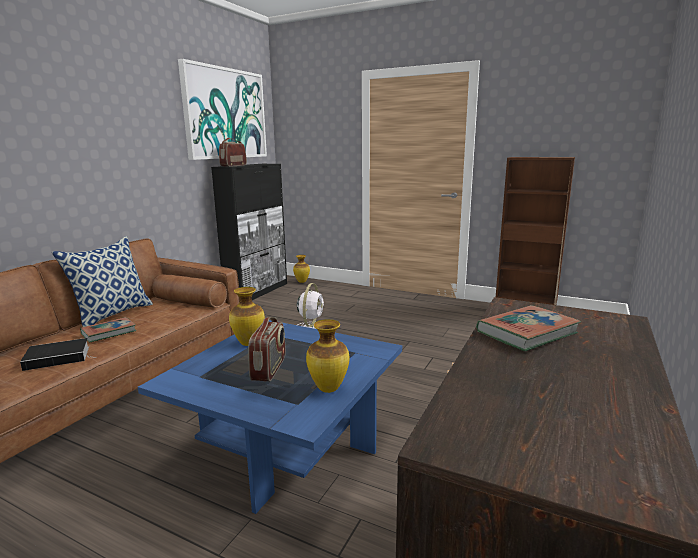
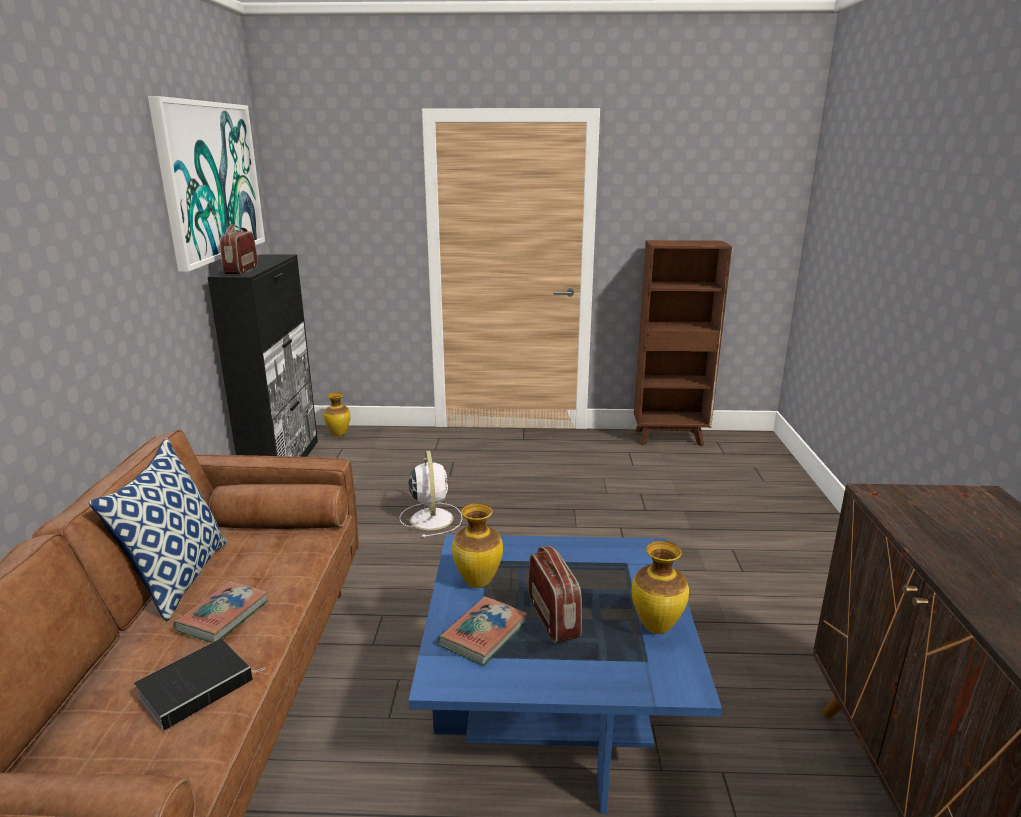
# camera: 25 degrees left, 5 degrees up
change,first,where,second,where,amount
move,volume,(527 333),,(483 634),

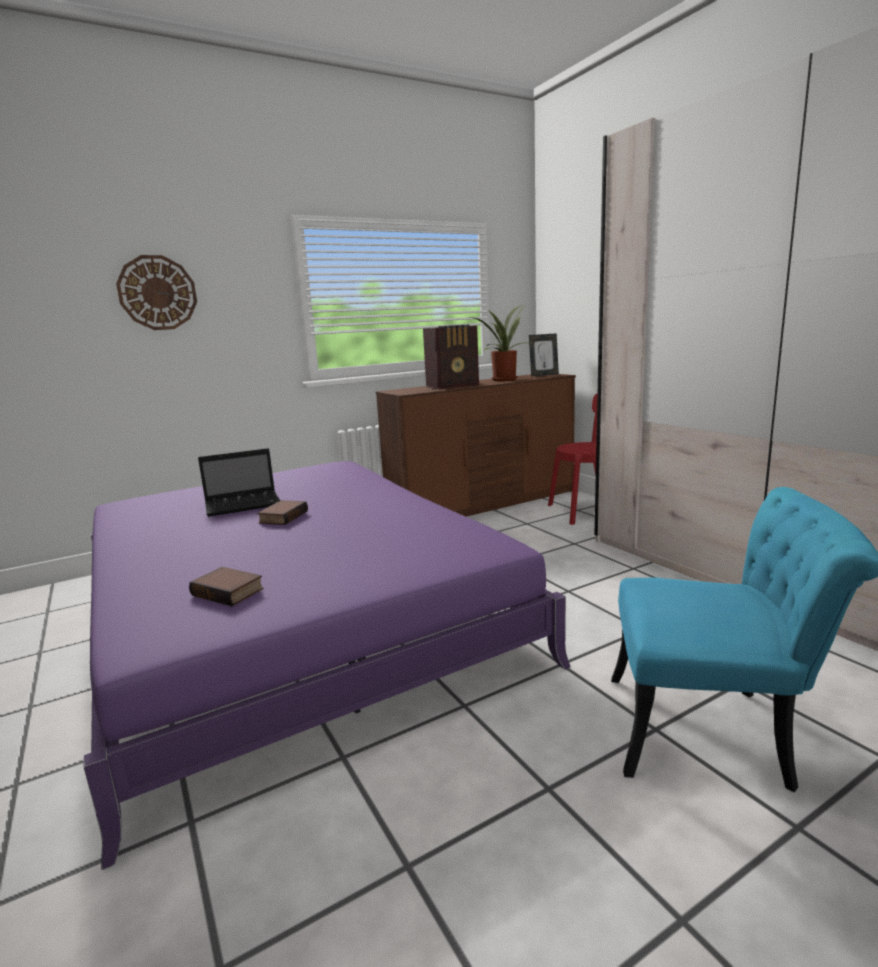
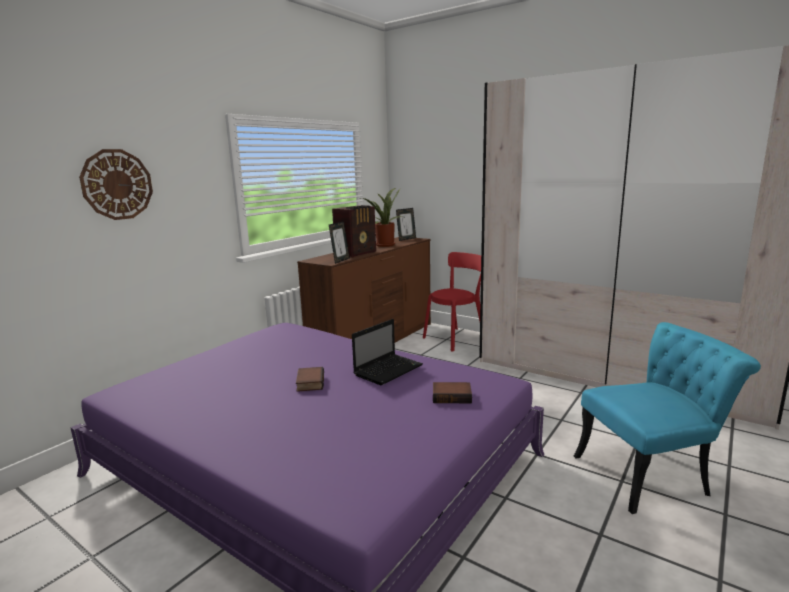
# camera: 25 degrees left, 0 degrees up
change,first,where,second,where,amount
insert,,,photo frame,(340 260),
move,volume,(230 591),,(452 396),
move,portable computer,(245 505),,(389 370),

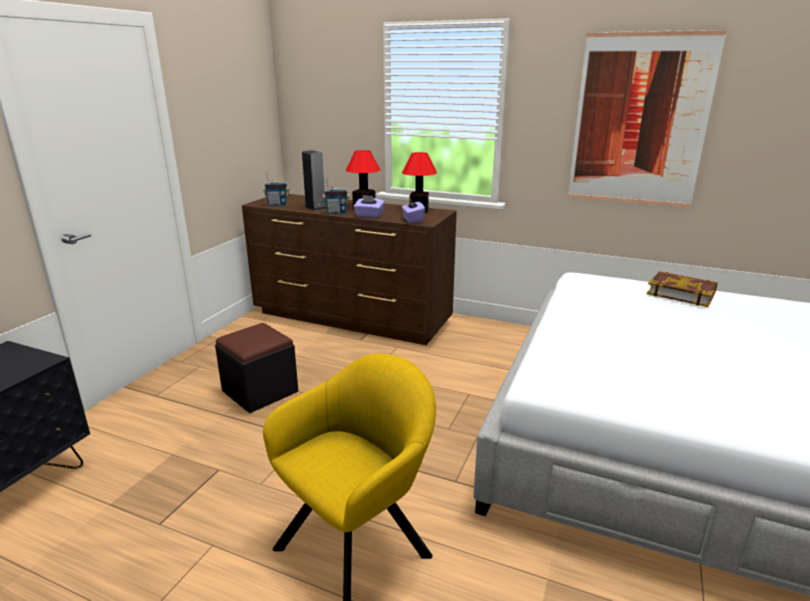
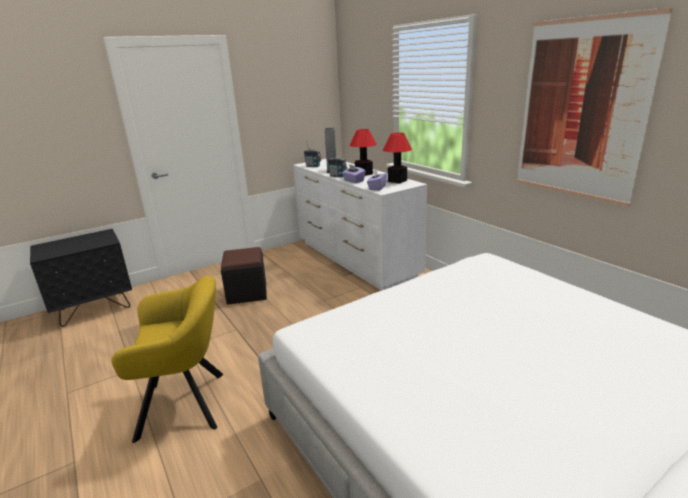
# camera: 35 degrees right, 0 degrees up
change,first,where,second,where,amount
delete,volume,(681 293),,,
recolor,dresser/brownish,(352 318),dresser/white,(355 259),

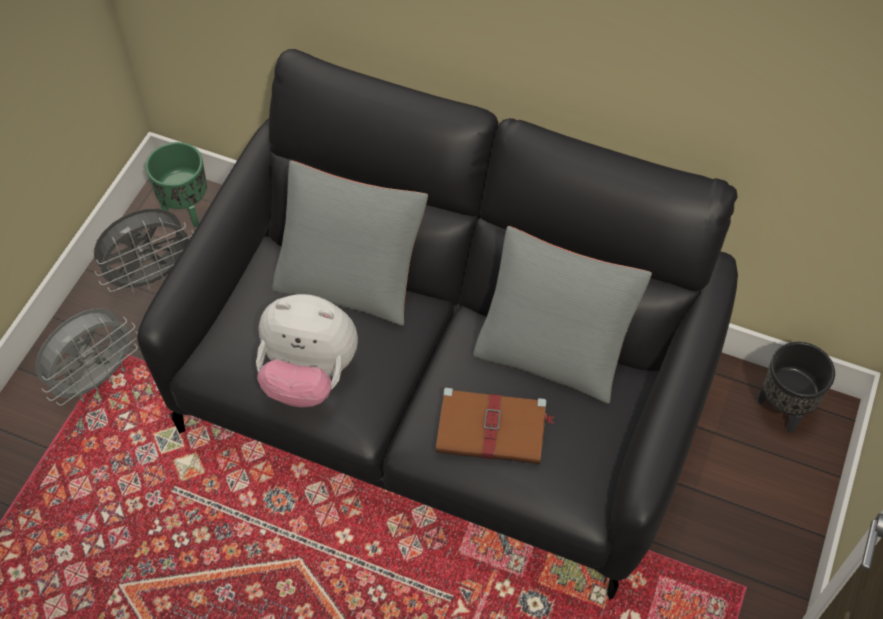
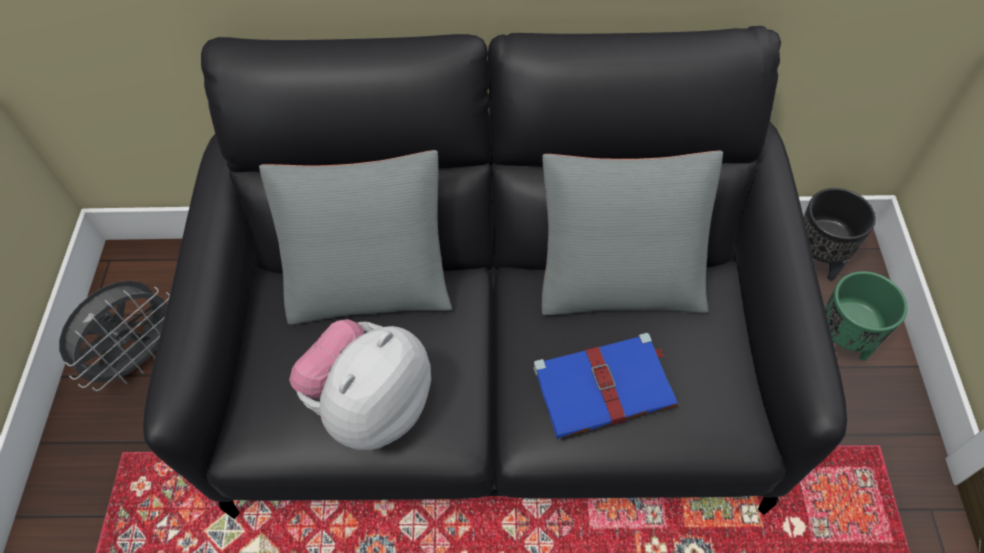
# camera: 20 degrees left, 0 degrees up
change,first,where,second,where,amount
delete,cooling fan/greyish,(96 379),,,
move,planter/green-coloured,(187 209),,(839 343),
recolor,volume/brownish,(493 429),volume/bluish,(605 387),
rotate,plush toy,(309 375),,(371 405),135 degrees clockwise

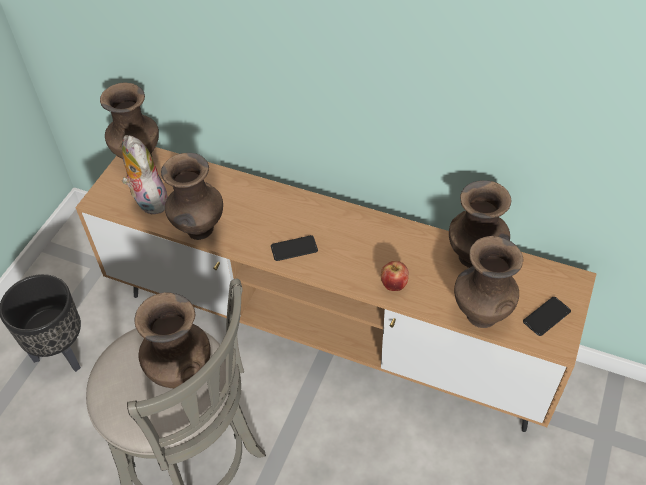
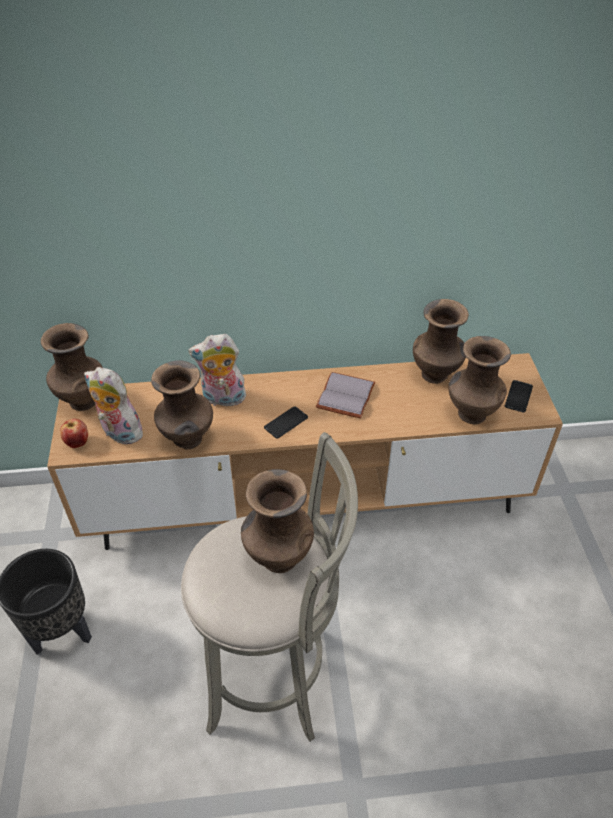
# camera: 30 degrees left, 5 degrees down
change,first,where,second,where,amount
insert,,,plush toy,(223 399),
insert,,,volume/greyish,(344 395),
move,apple,(394 285),,(77 442),

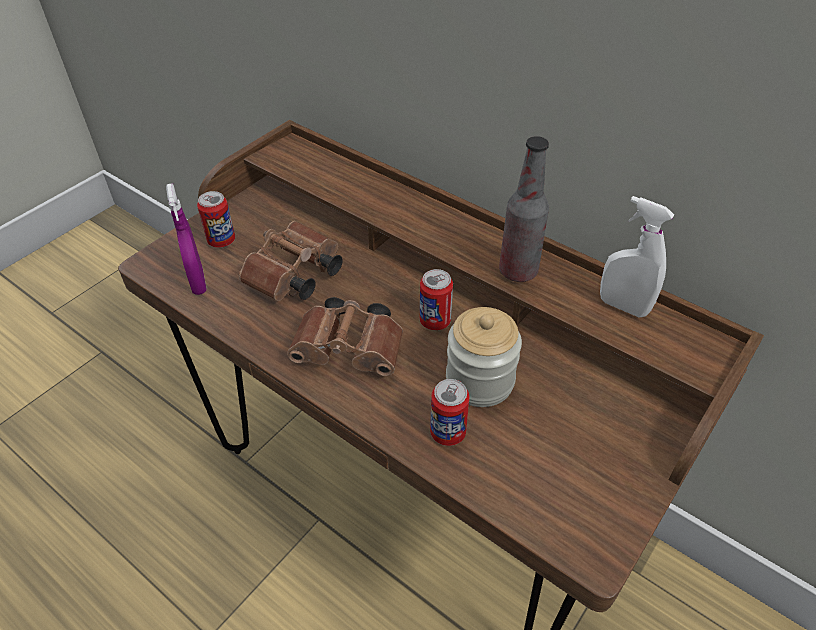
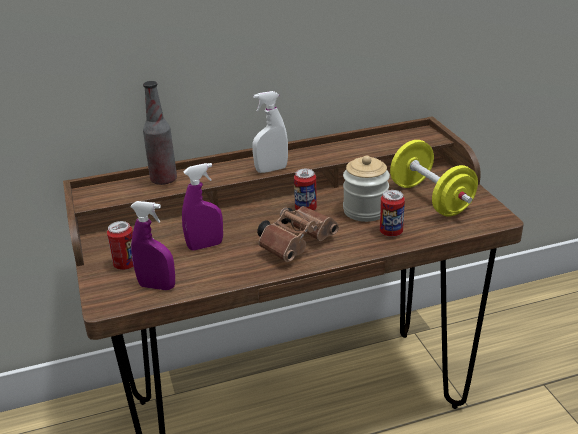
# camera: 55 degrees left, 15 degrees down
change,first,where,second,where,amount
insert,,,free weight/yellowish,(431 199),
move,beverage bottle,(518 271),,(164 180),
move,sprayer/white,(623 306),,(271 169),
replace,binoculars/brownish,(294 277),sprayer/purple-coloured,(205 246),

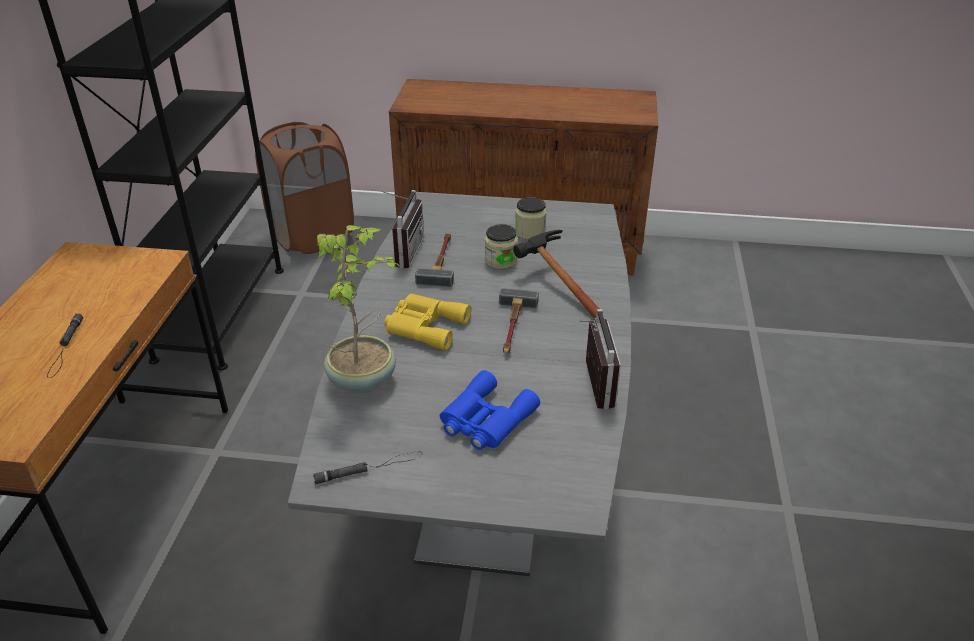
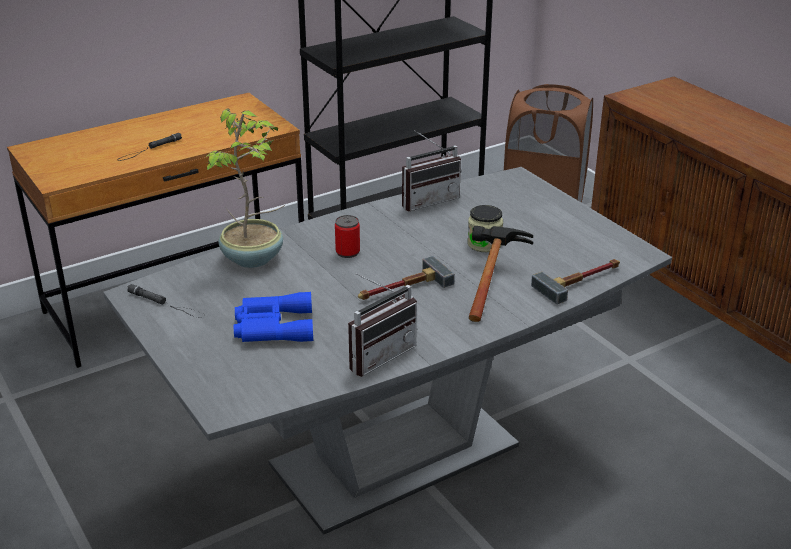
# camera: 50 degrees right, 5 degrees down
change,first,where,second,where,amount
delete,preserve jar,(530 232),,,
move,hand hammer,(441 261),,(581 281),
replace,binoculars/yellowish,(424 326),can,(347 252),

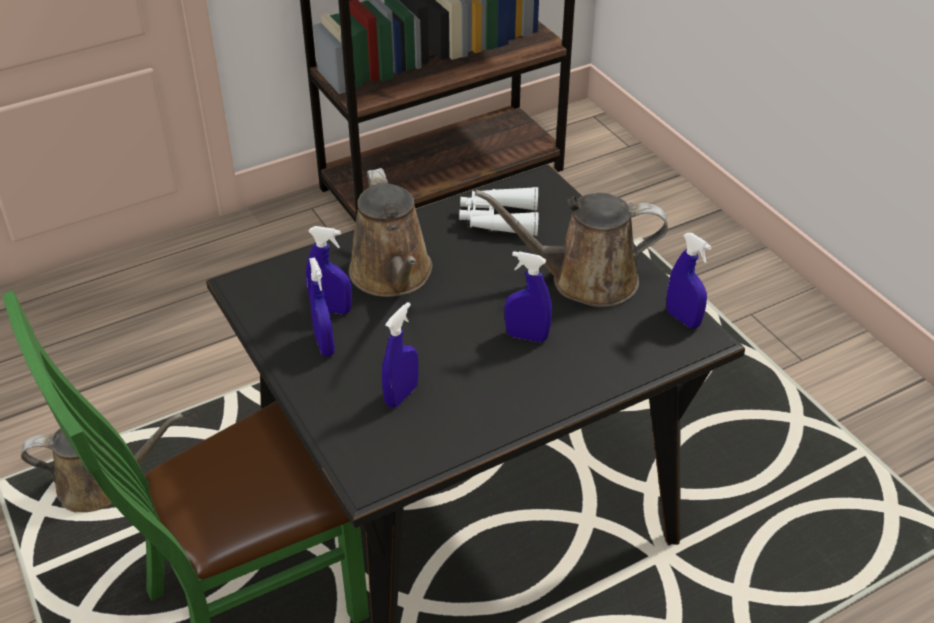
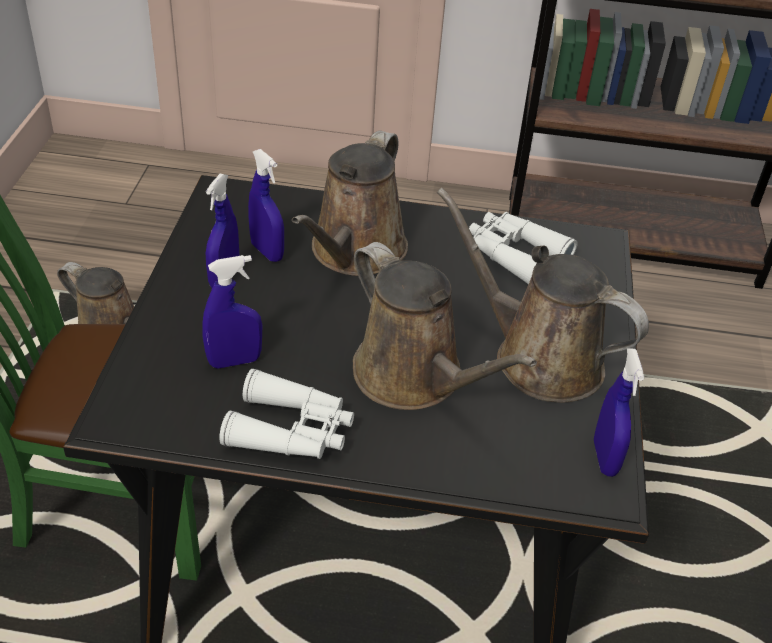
# camera: 35 degrees right, 0 degrees up
change,first,where,second,where,amount
insert,,,binoculars/white,(292 431),
replace,sprayer/bluish,(526 336),watering can/brownish,(414 377),

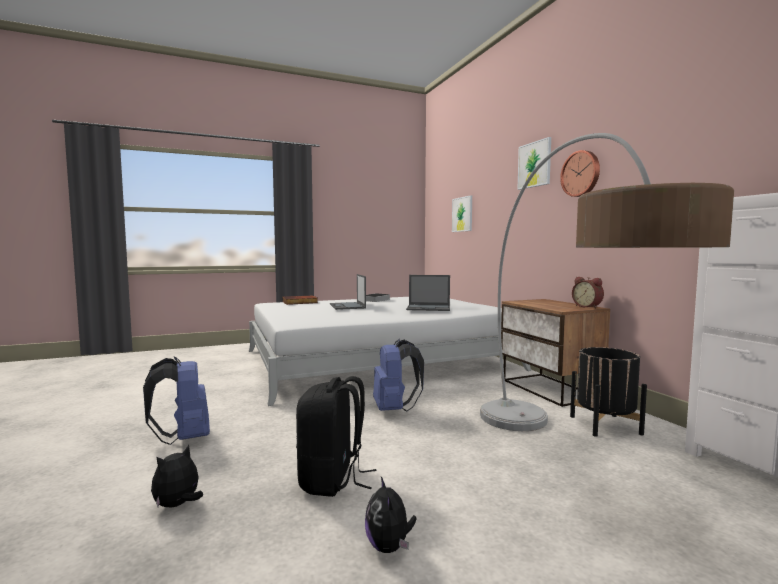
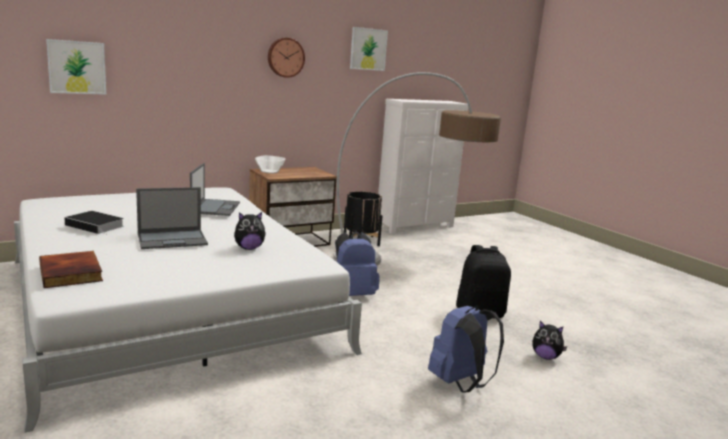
# camera: 100 degrees left, 10 degrees up
change,first,where,second,where,amount
delete,bedside clock,(588 306),,,
insert,,,bowl,(270 172),
move,plush toy,(389 547),,(249 248),
move,wall picture,(534 164),,(368 49),

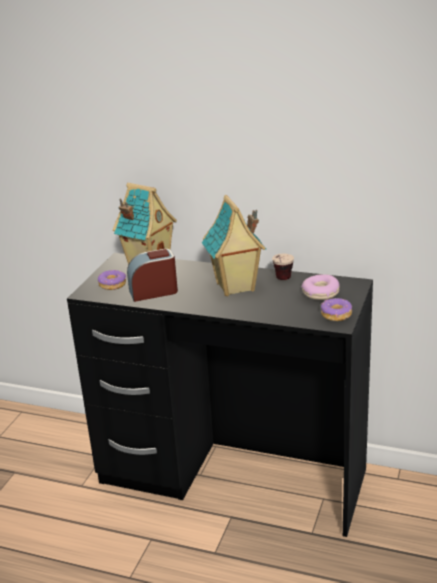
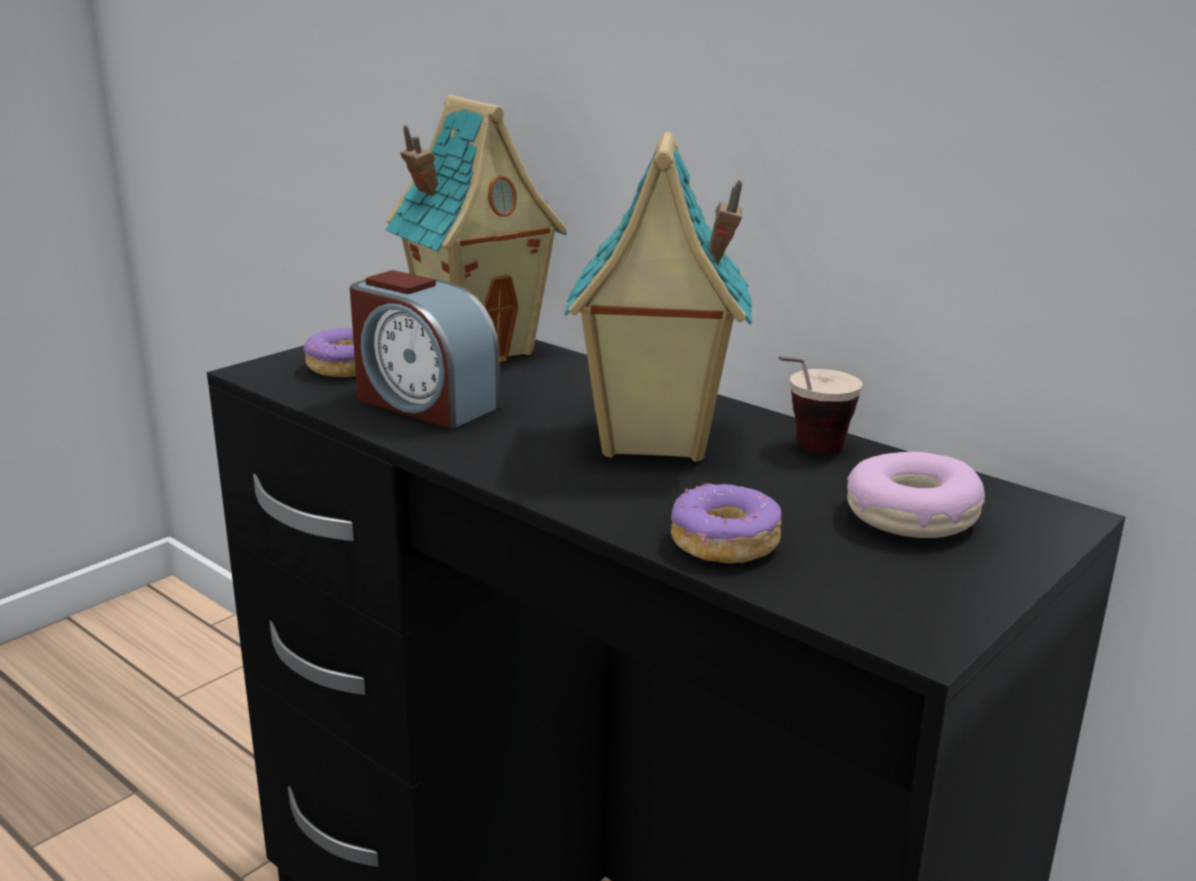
# camera: 20 degrees right, 5 degrees down
change,first,where,second,where,amount
move,donut,(336 315),,(723 542),
rotate,bedside clock,(153 292),,(424 403),150 degrees counterclockwise

